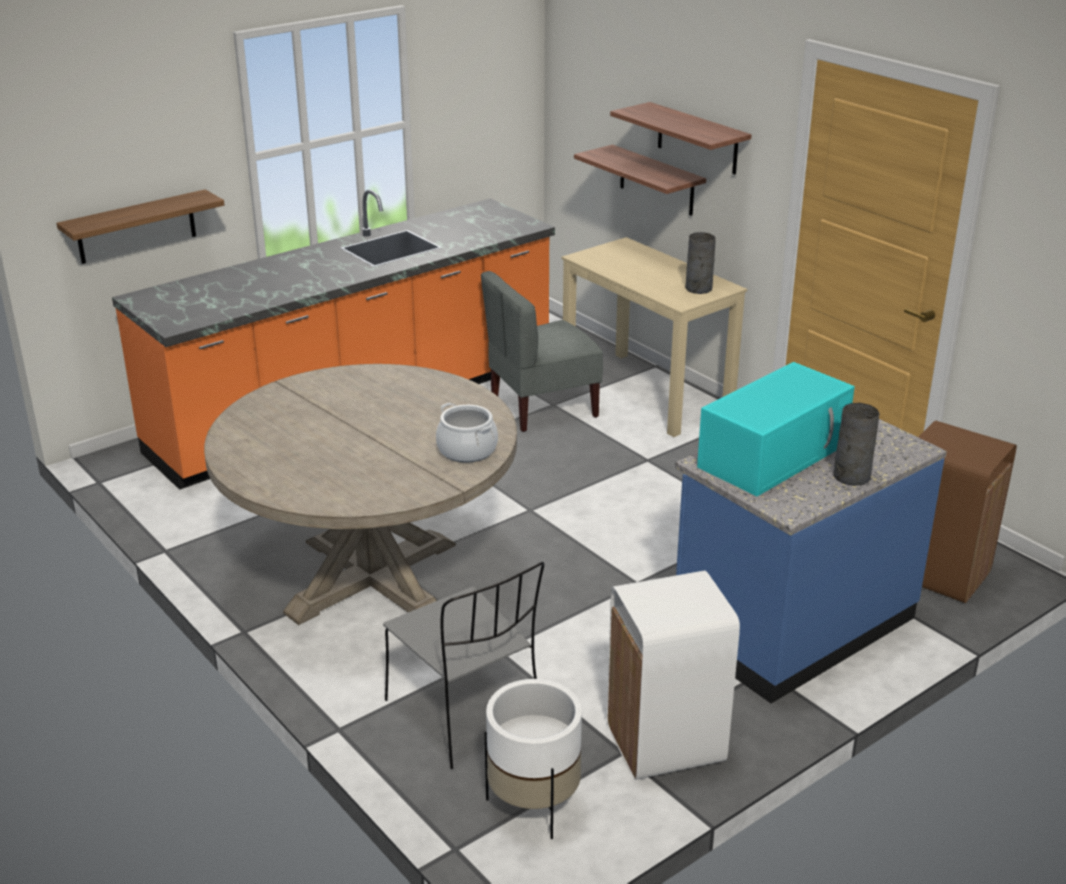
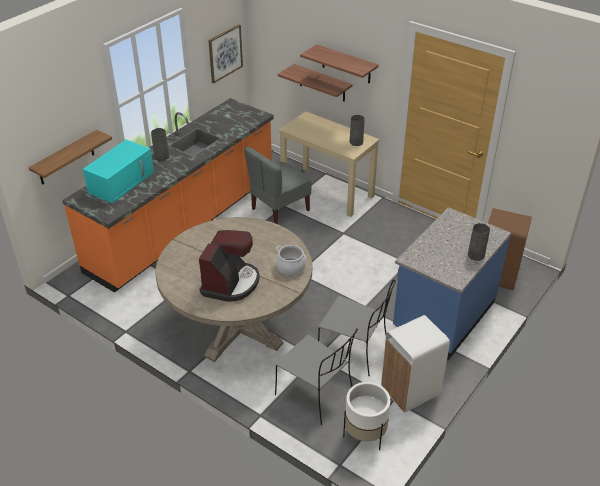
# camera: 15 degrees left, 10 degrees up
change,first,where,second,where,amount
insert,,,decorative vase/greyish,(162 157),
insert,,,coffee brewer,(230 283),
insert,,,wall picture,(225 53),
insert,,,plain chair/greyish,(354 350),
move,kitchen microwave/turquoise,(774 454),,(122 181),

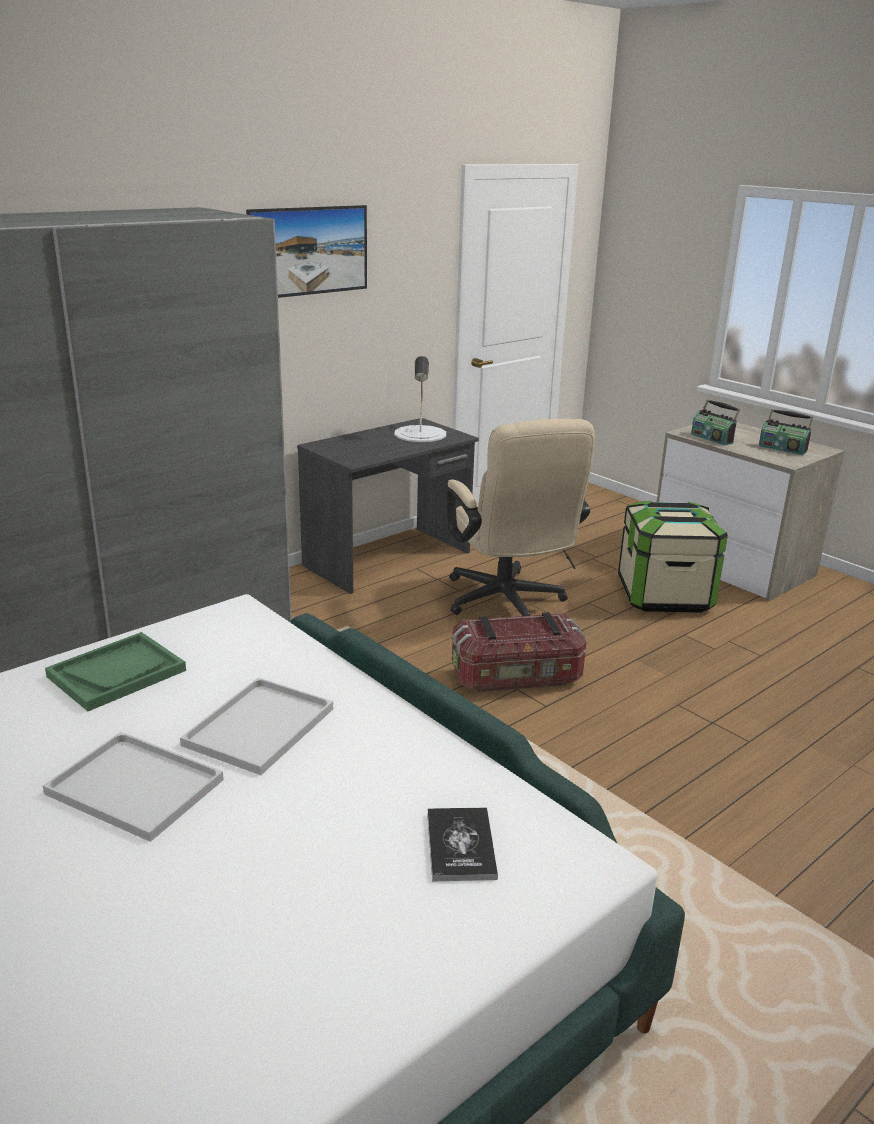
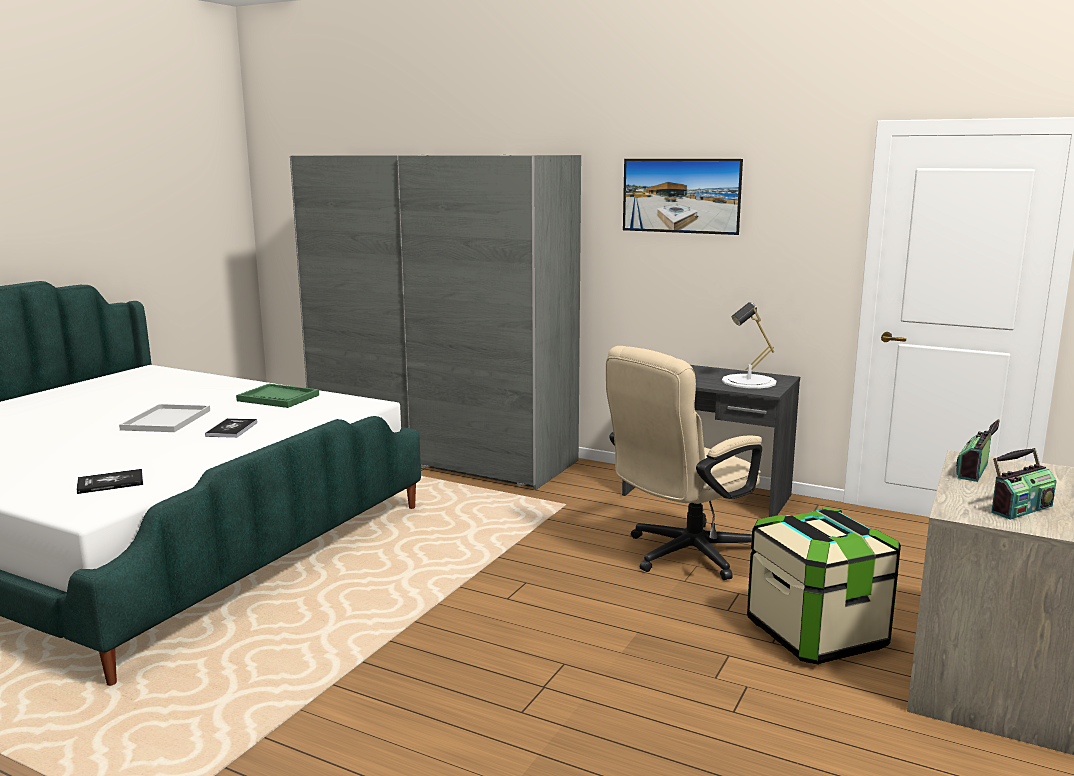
# camera: 70 degrees right, 10 degrees down
change,first,where,second,where,amount
delete,storage box,(517 677),,,
replace,carrying tray/white,(260 725),volume,(231 429),
rotate,radio,(783 448),,(1020 508),135 degrees counterclockwise

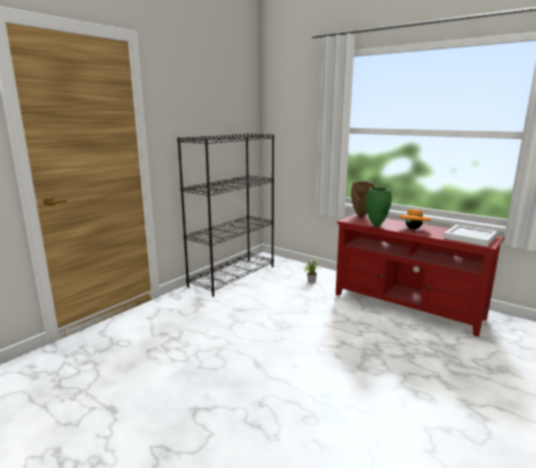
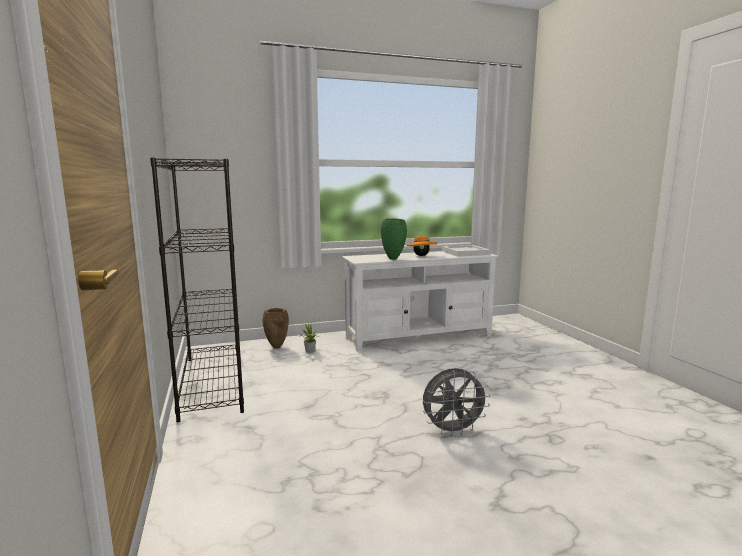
# camera: 55 degrees left, 5 degrees down
change,first,where,second,where,amount
insert,,,cooling fan/greyish,(452 430),
move,decorative vase/brownish,(361 216),,(276 347),
recolor,media console/reddish,(406 306),media console/white,(418 337),

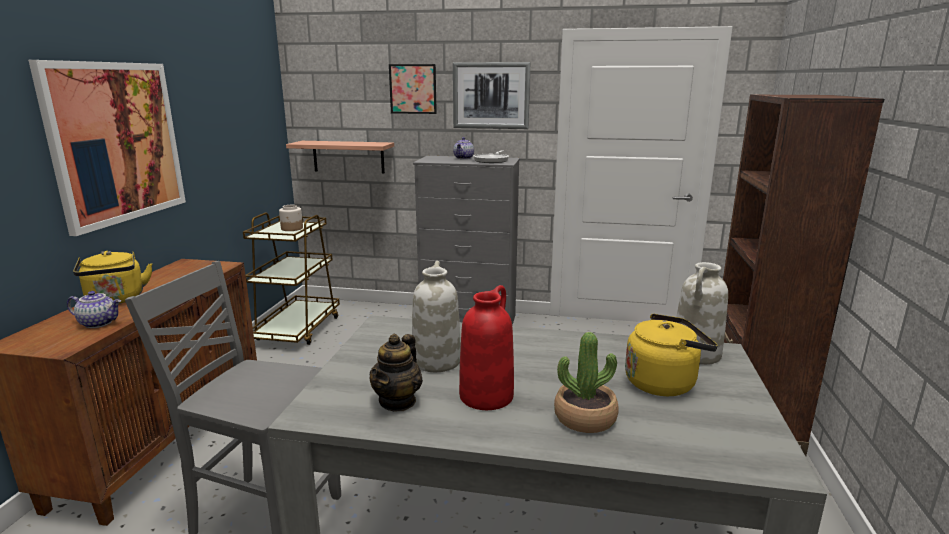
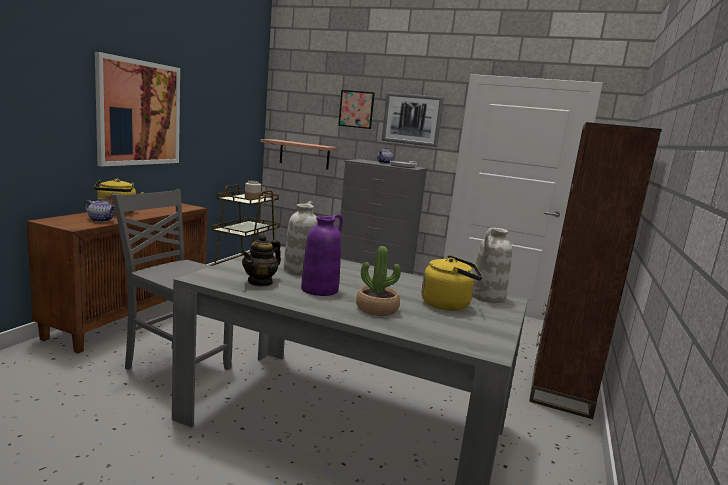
# camera: 10 degrees right, 5 degrees down
change,first,where,second,where,amount
recolor,decorative vase/reddish,(486 395),decorative vase/purple-coloured,(320 289),

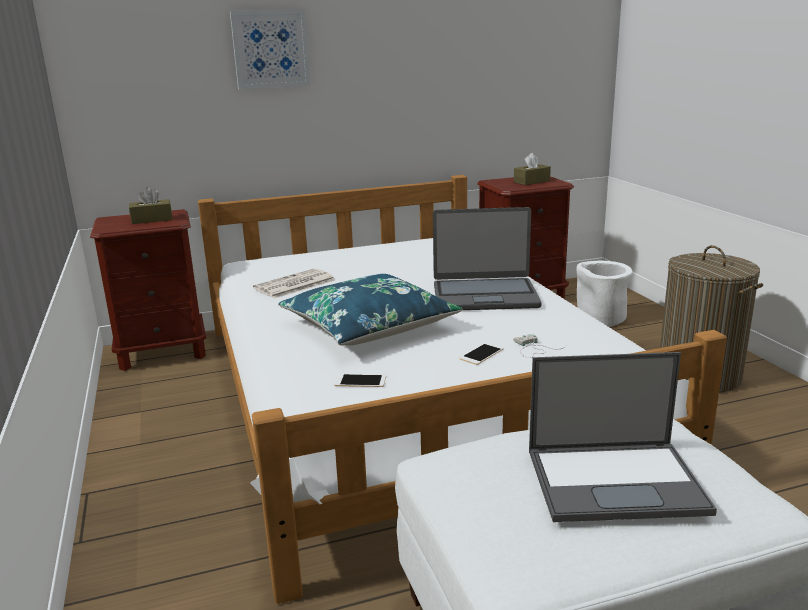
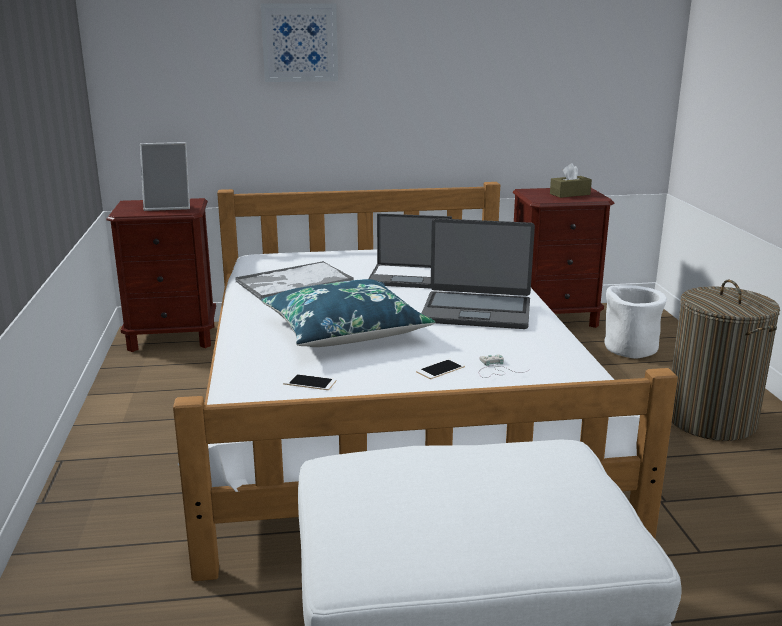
# camera: 10 degrees right, 0 degrees up
change,first,where,second,where,amount
move,portable computer,(617 480),,(411 277),
replace,tissue holder/brownish,(152 219),photo frame,(169 206),
replace,newspaper,(294 285),carrying tray,(293 283),

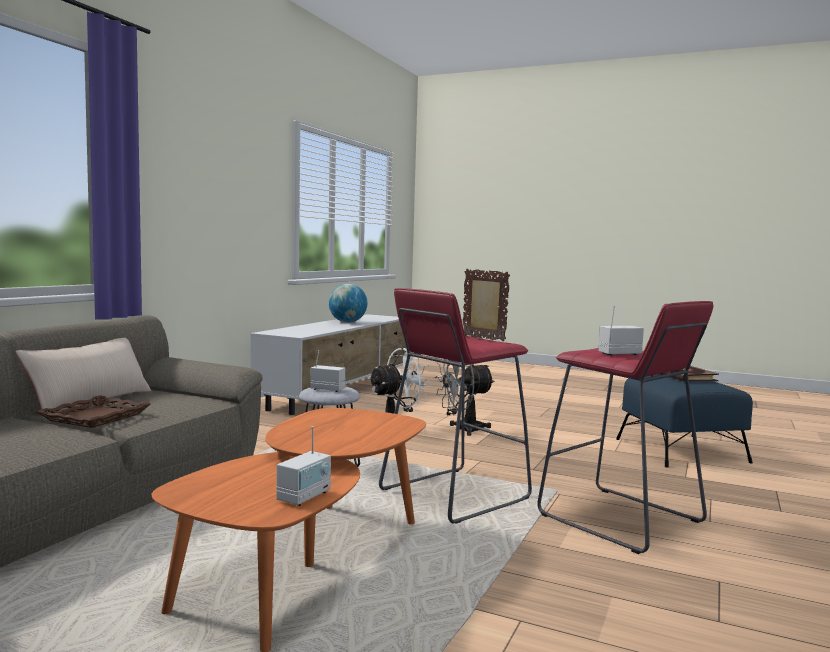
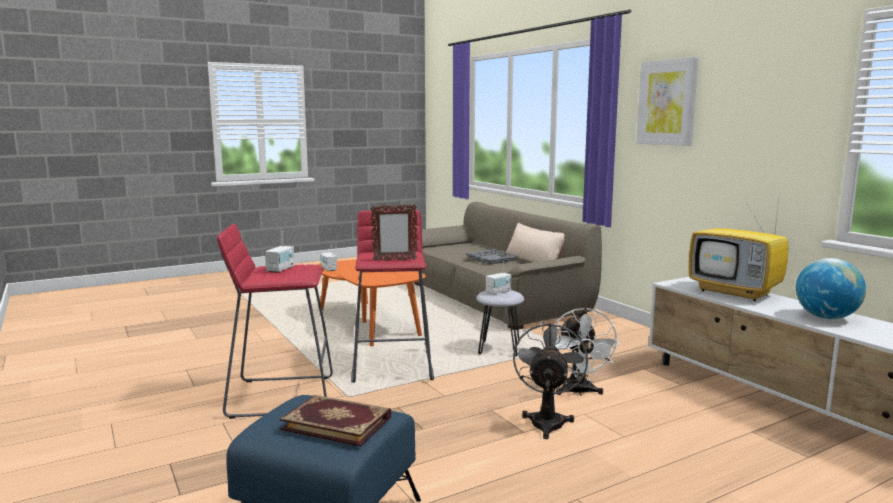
# camera: 125 degrees right, 5 degrees up
change,first,where,second,where,amount
insert,,,wall picture,(667 102),
insert,,,TV set,(736 293),
recolor,carrying tray/brownish,(95 417),carrying tray/greyish,(492 259),

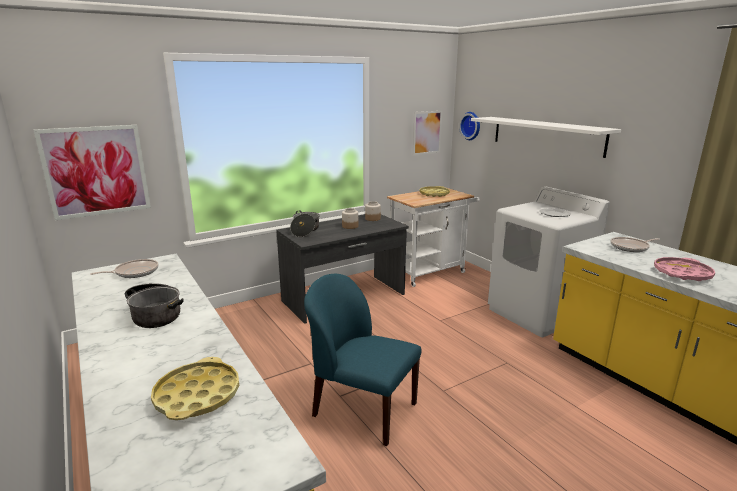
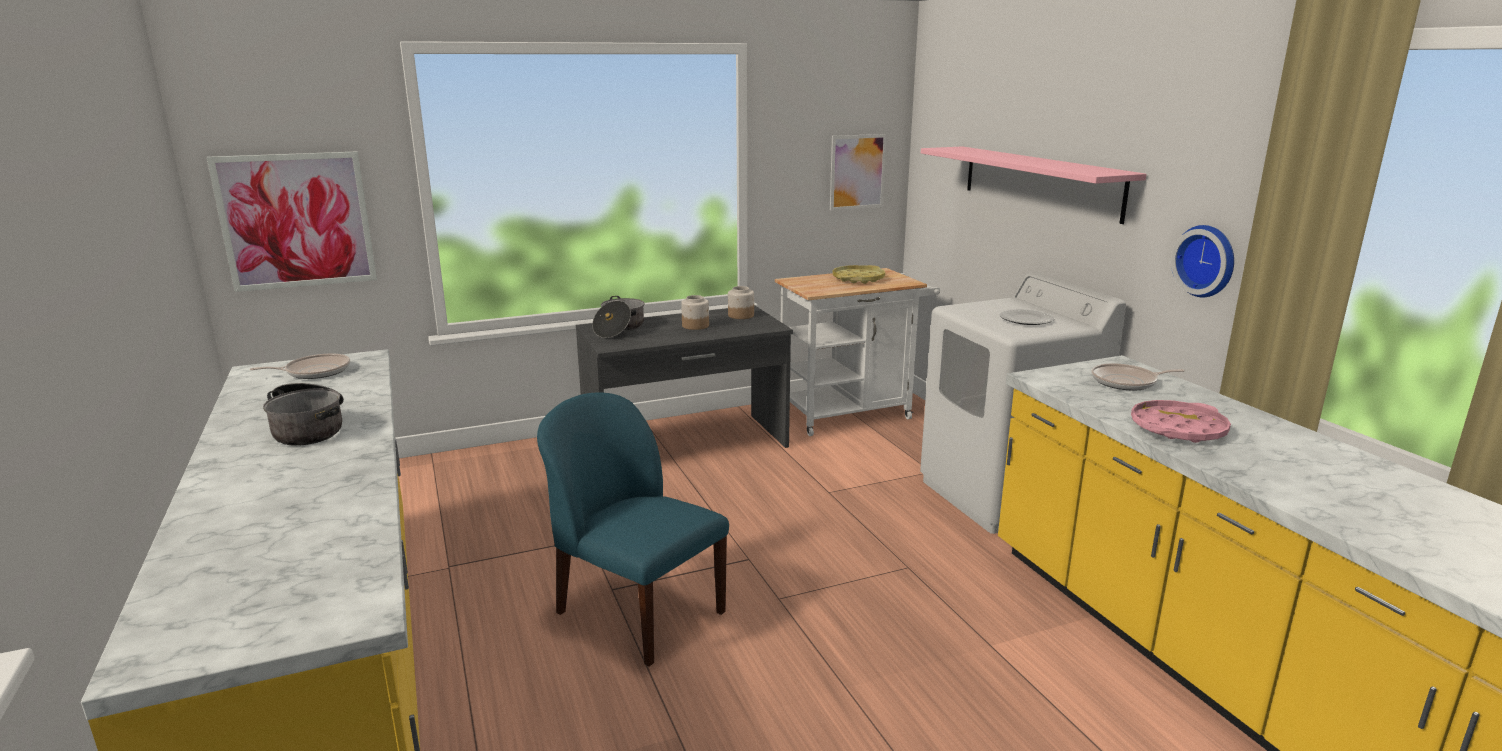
# camera: 10 degrees right, 0 degrees up
change,first,where,second,where,amount
delete,carrying tray/yellowish,(197 395),,,
move,hanging clock,(471 126),,(1207 260),
recolor,wall shelf/white,(546 135),wall shelf/pink,(1039 181),

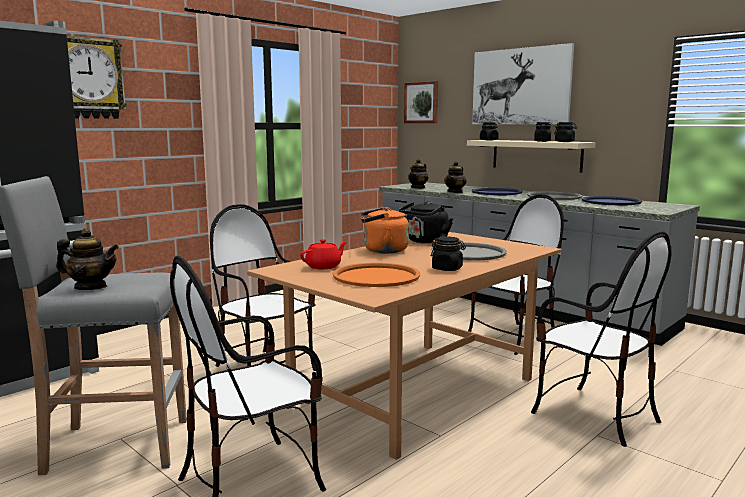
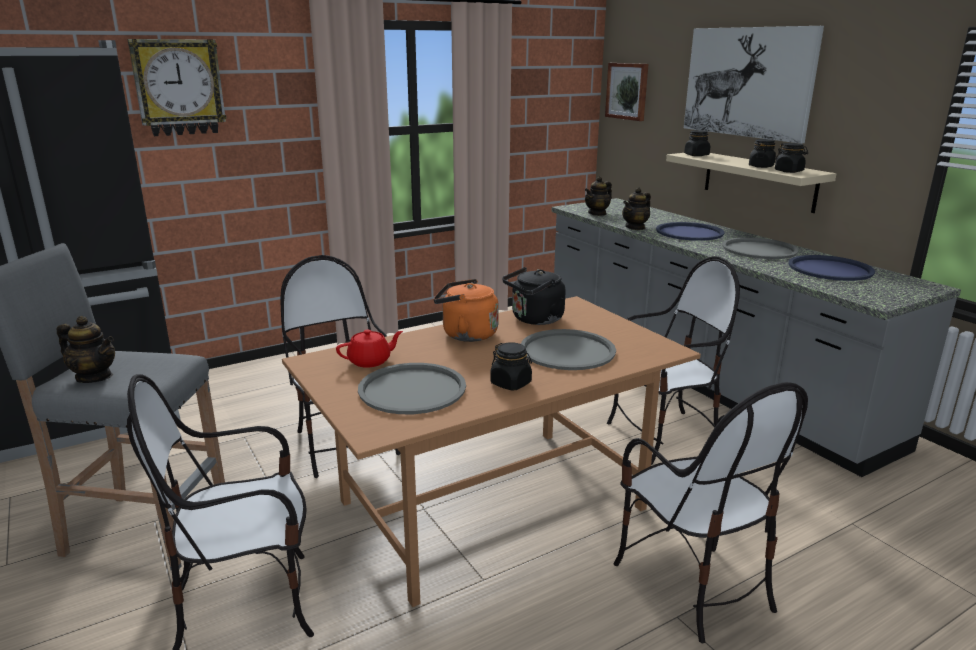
# camera: 15 degrees right, 10 degrees up
change,first,where,second,where,amount
recolor,carrying tray/orangey,(376 276),carrying tray/greyish,(412 389),

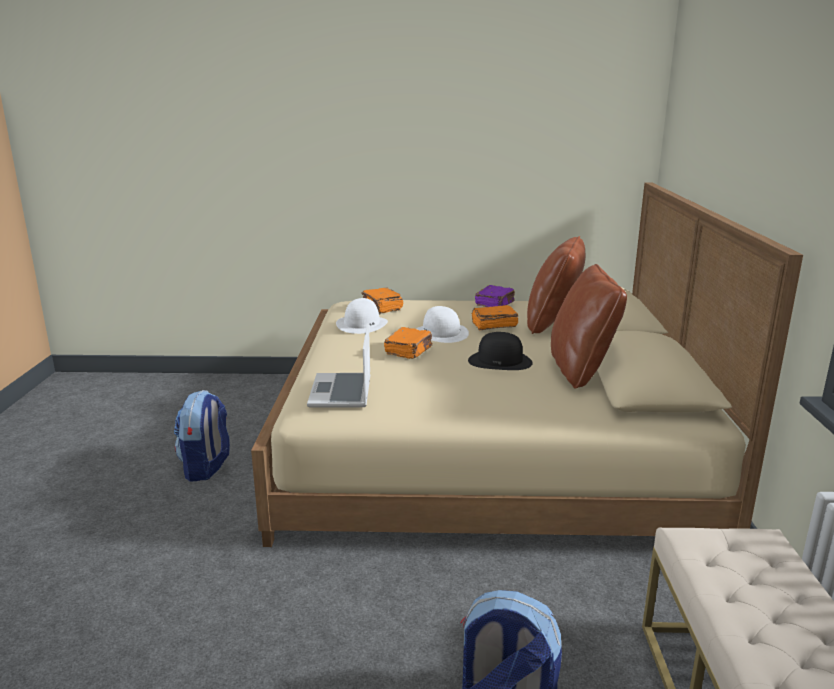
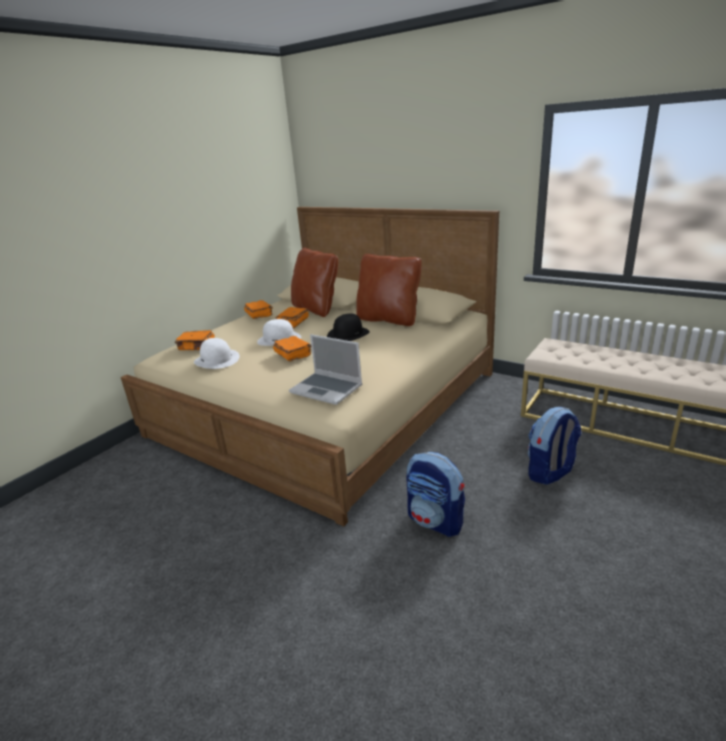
# camera: 55 degrees left, 5 degrees up
change,first,where,second,where,amount
move,knapsack,(206 468),,(436 521),
recolor,volume/purple-coloured,(495 304),volume/orangey,(259 315),

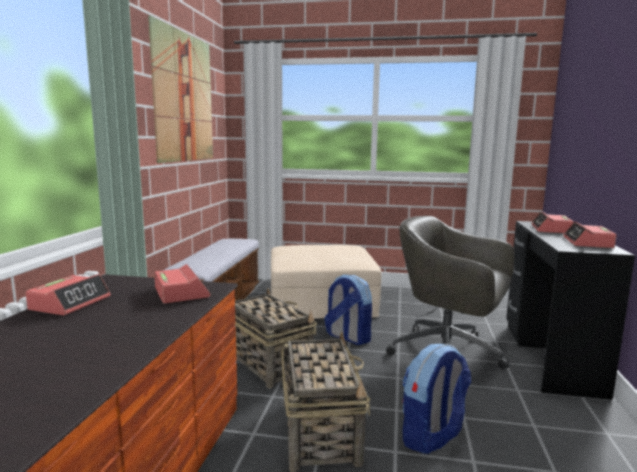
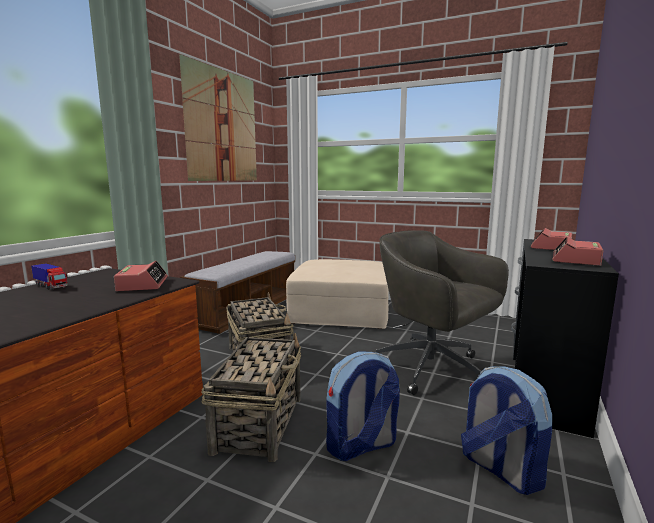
# camera: 15 degrees right, 0 degrees up
change,first,where,second,where,amount
move,knapsack,(347 337),,(500 469),
replace,bedside clock,(70 303),model truck,(51 286),

